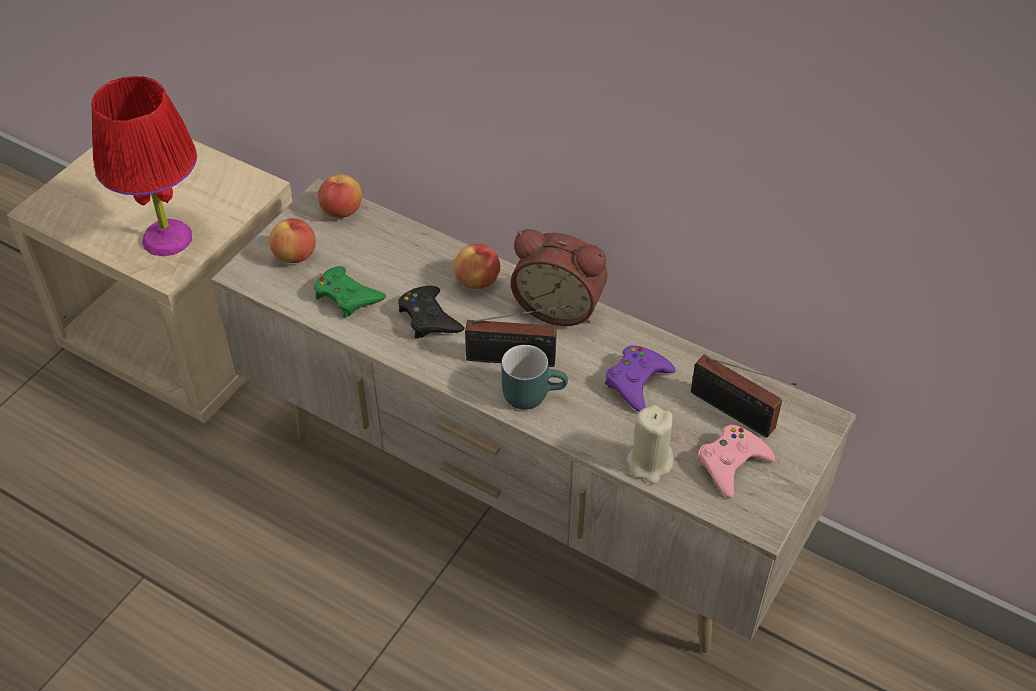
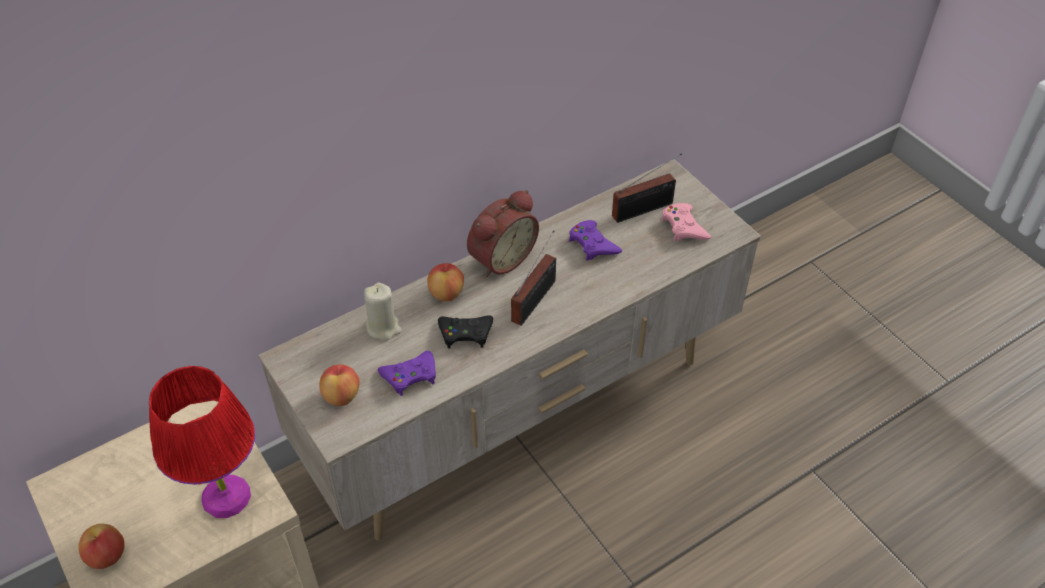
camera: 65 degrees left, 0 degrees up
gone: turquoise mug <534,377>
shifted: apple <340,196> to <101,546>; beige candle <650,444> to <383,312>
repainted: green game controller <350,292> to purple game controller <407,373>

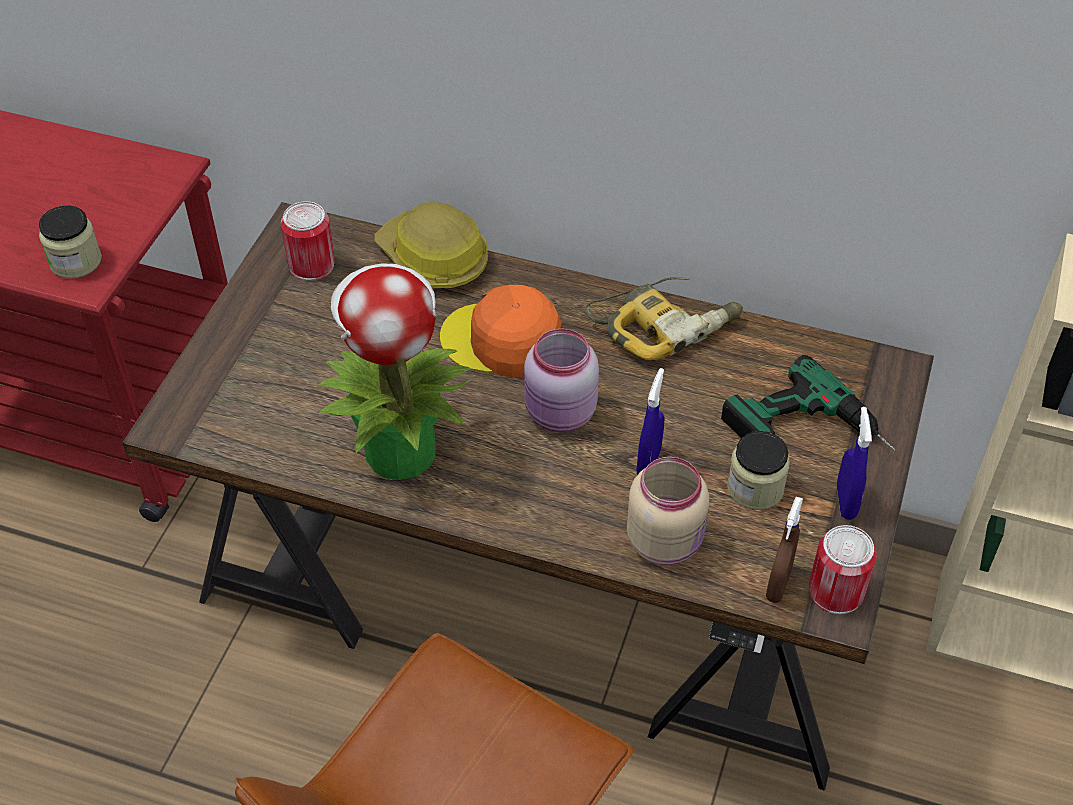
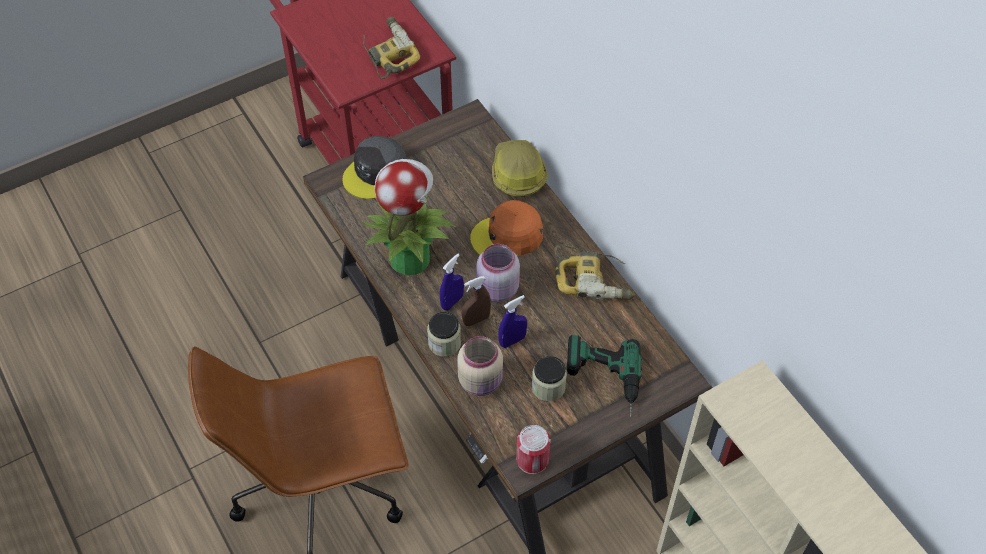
camera: 40 degrees right, 5 degrees up
gone: can <308,241>
new: power drill <391,48>; grey cap <374,167>
shifted: jar <70,242> to <444,334>; blue spray bottle <854,463> to <452,281>; brown spray bottle <784,550> to <476,301>
rotated: orange cap <501,331> = <506,228> 75 degrees counterclockwise

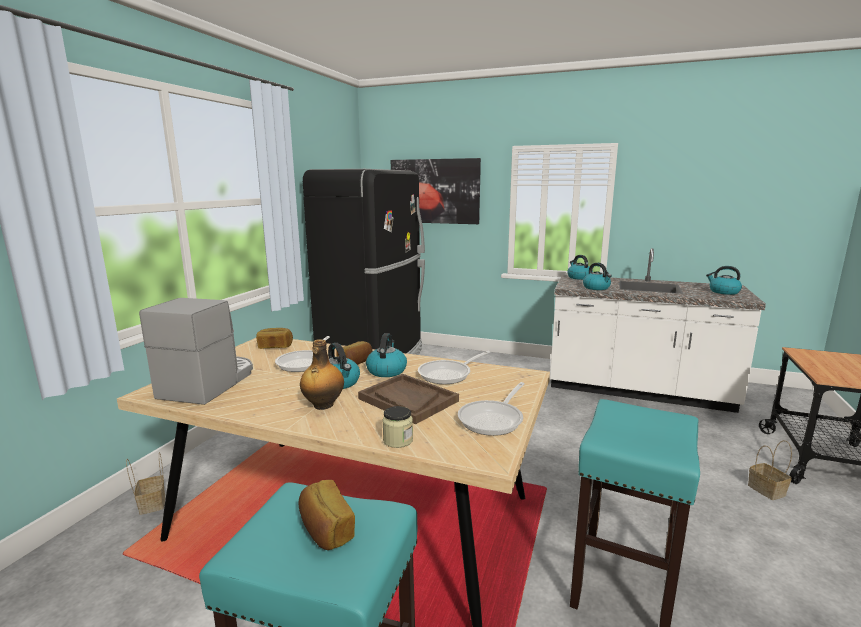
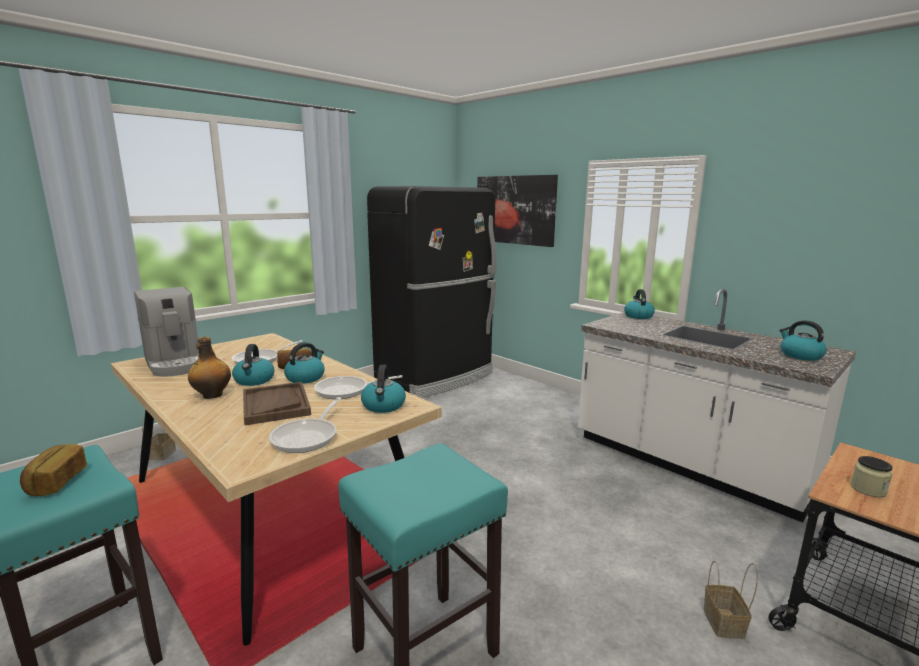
camera: 25 degrees right, 0 degrees up
gone: bread <274,338>
shifted: kettle <597,276> to <383,389>; jar <397,427> to <872,477>
rotated: coffee machine <196,351> = <166,331> 105 degrees clockwise; frying pan <491,409> = <305,425> 45 degrees counterclockwise

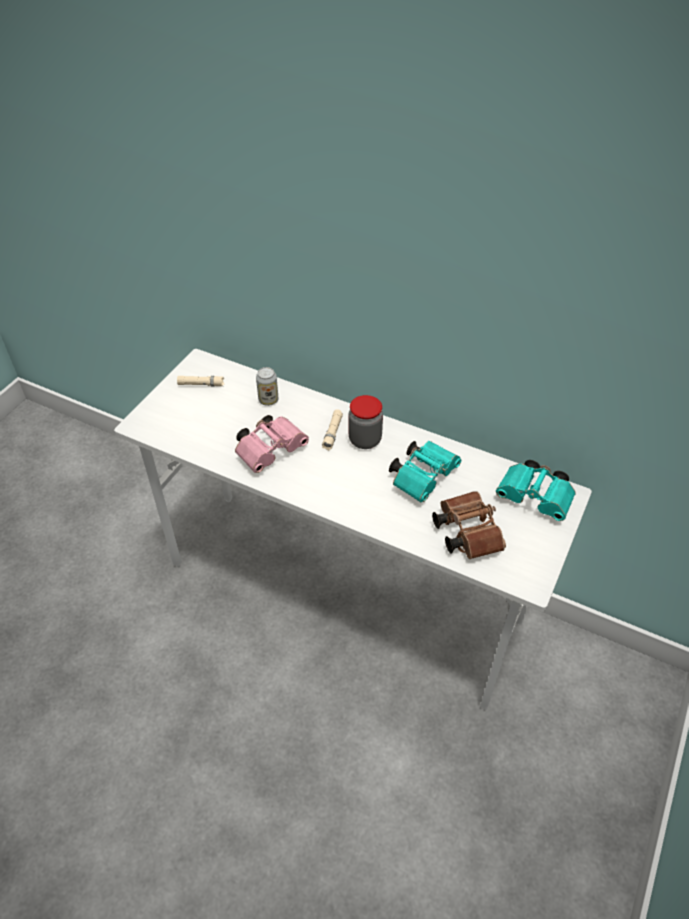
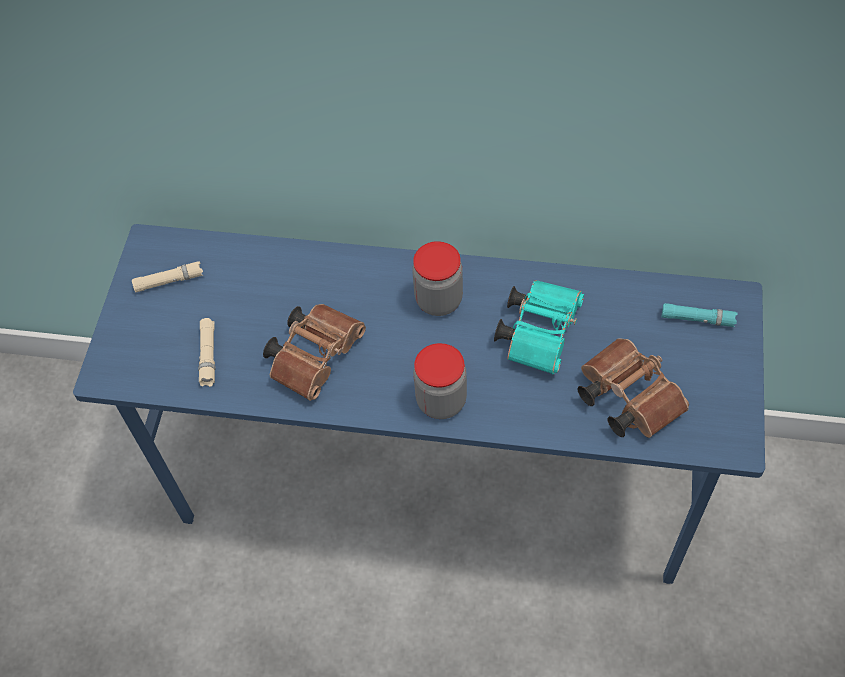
camera: 15 degrees left, 10 degrees up
gone: can <267,386>
new: jar <440,381>
shifted: beige flashlight <332,430> to <206,352>
swapped: turquoise binoculars <536,490> to turquoise flashlight <700,315>
repainted: white desk <353,529> to blue desk <419,404>; pink binoculars <272,444> to brown binoculars <314,352>

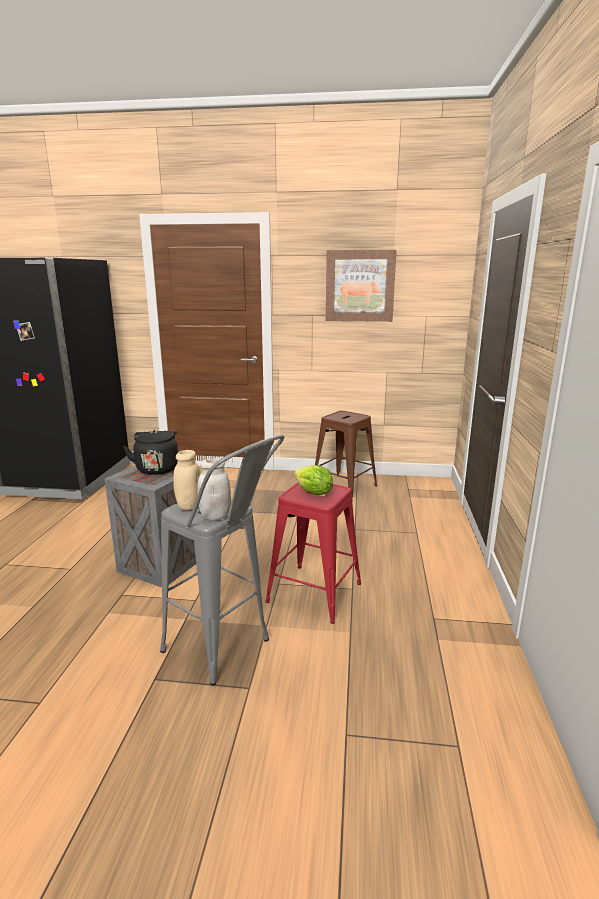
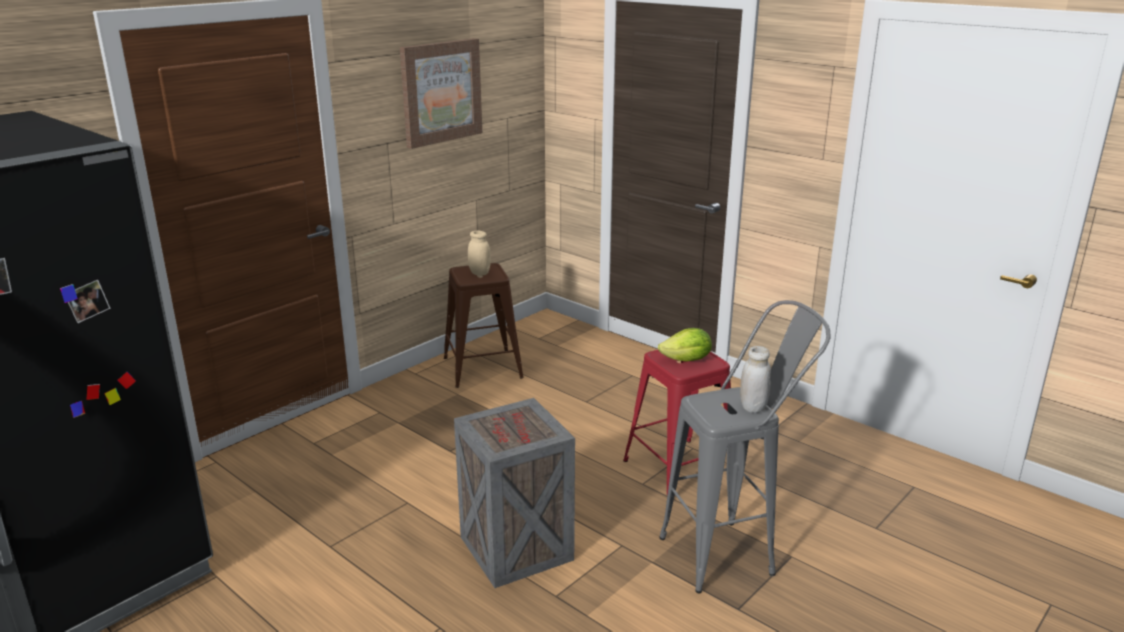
camera: 55 degrees left, 5 degrees up
gone: black kettle <150,452>
shifted: beige jar <186,480> to <479,253>

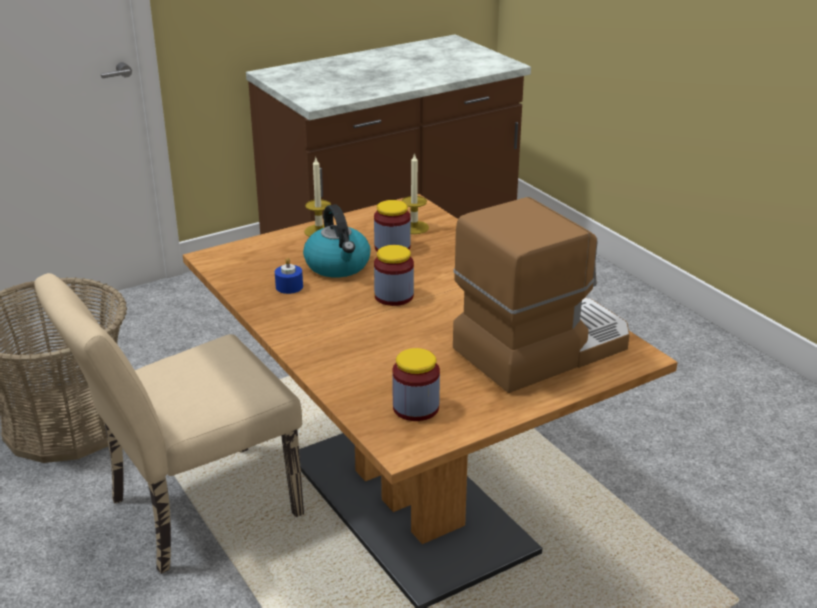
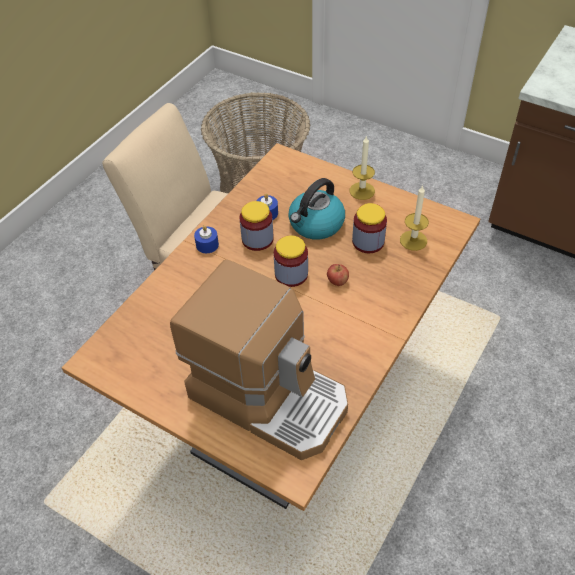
camera: 65 degrees right, 20 degrees up
new: blue candle <206,239>; apple <338,275>
shifted: jar <416,384> to <256,226>

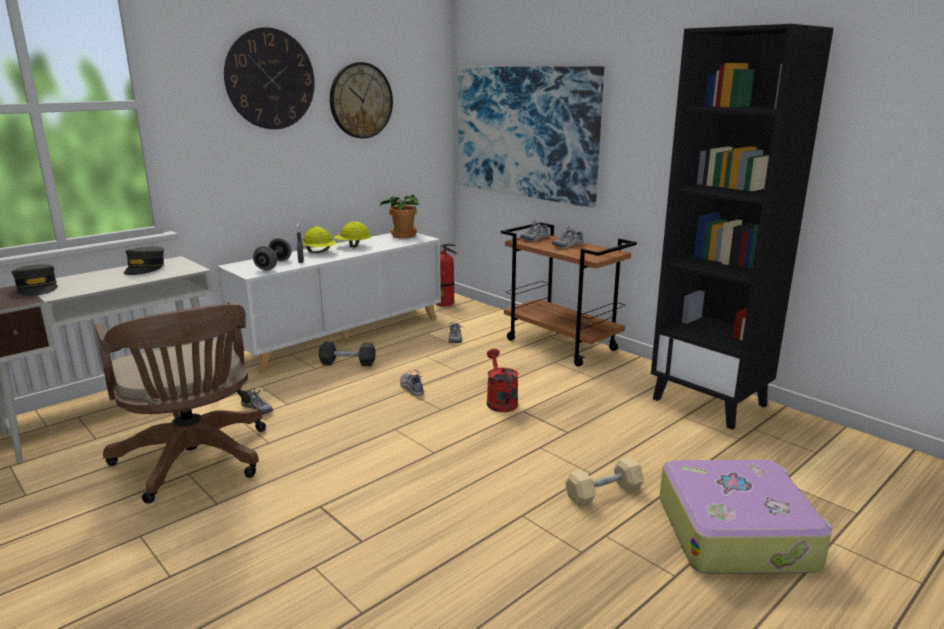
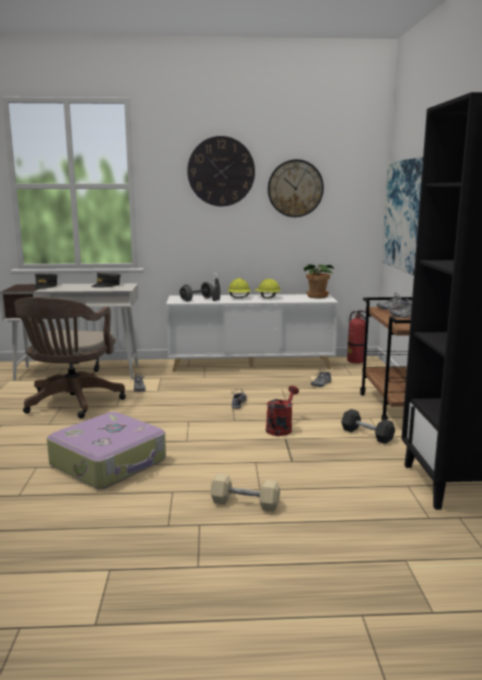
camera: 40 degrees right, 5 degrees down
shifted: grey dumbbell <347,354> to <368,426>; suitcase <745,517> to <106,450>

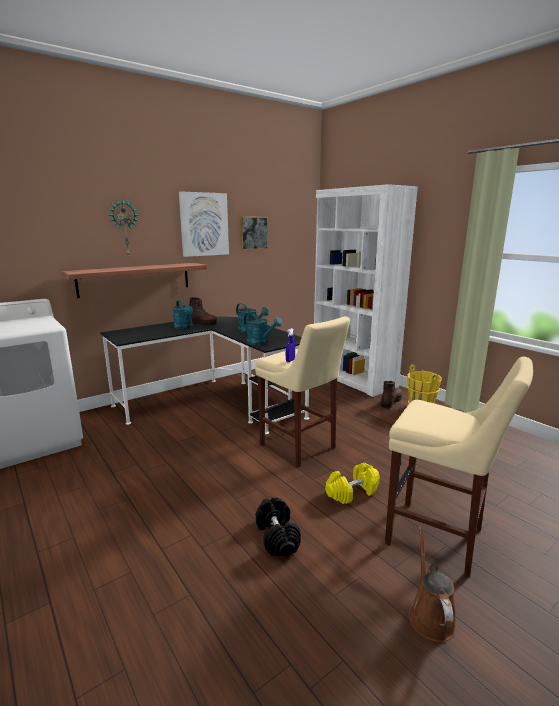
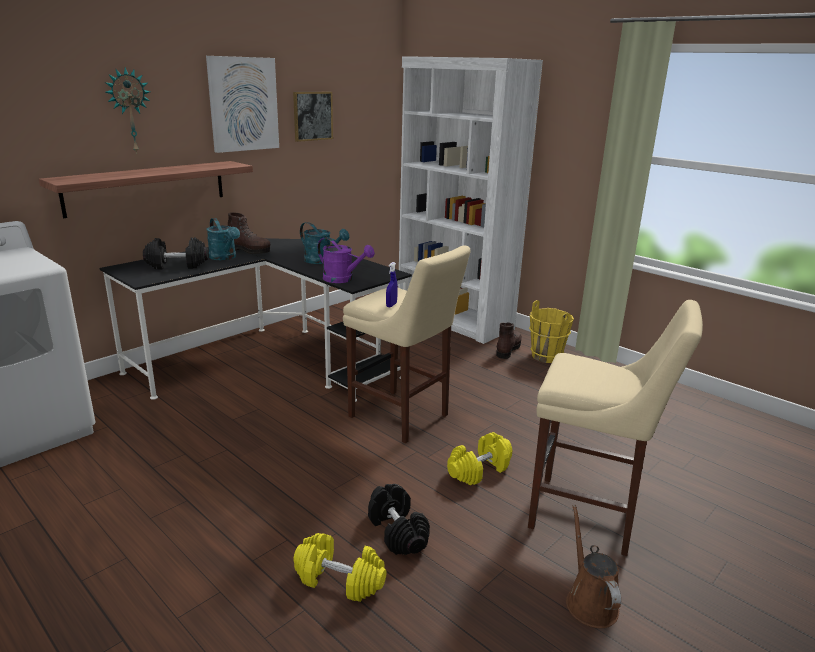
camera: 10 degrees left, 5 degrees up
new: black dumbbell <175,253>; yellow dumbbell <340,567>
repainted: turquoise watering can <263,328> to purple watering can <346,260>

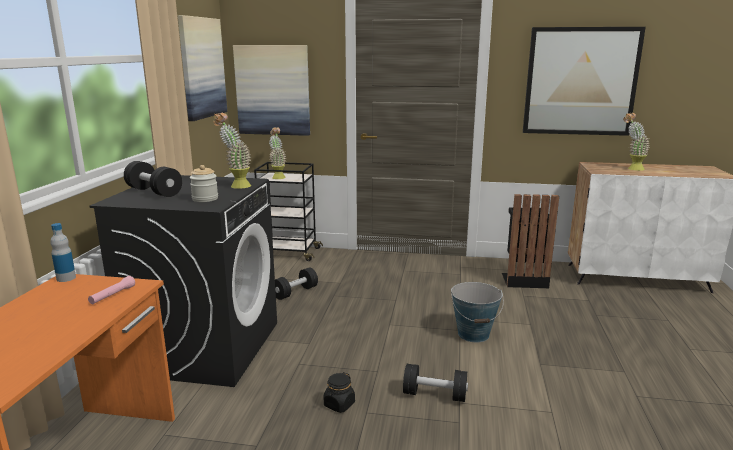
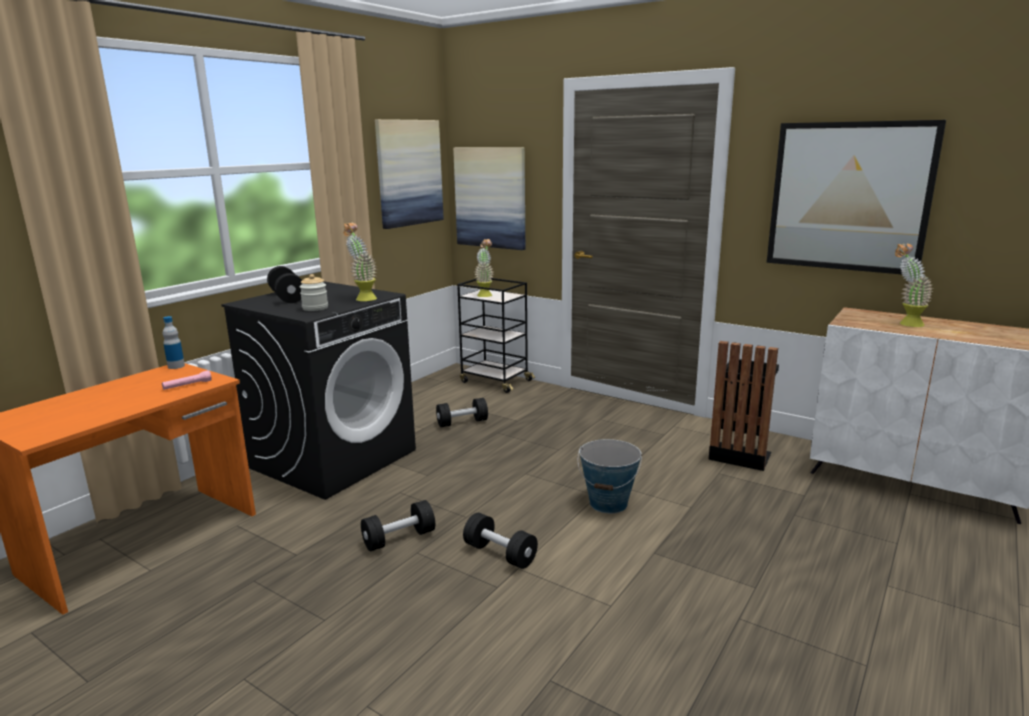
camera: 25 degrees right, 0 degrees up
swapped: black jar <339,392> to black dumbbell <398,525>

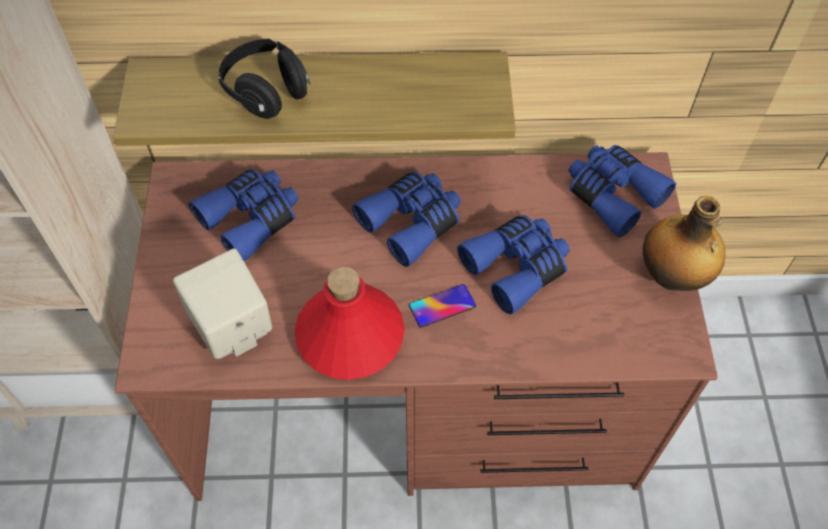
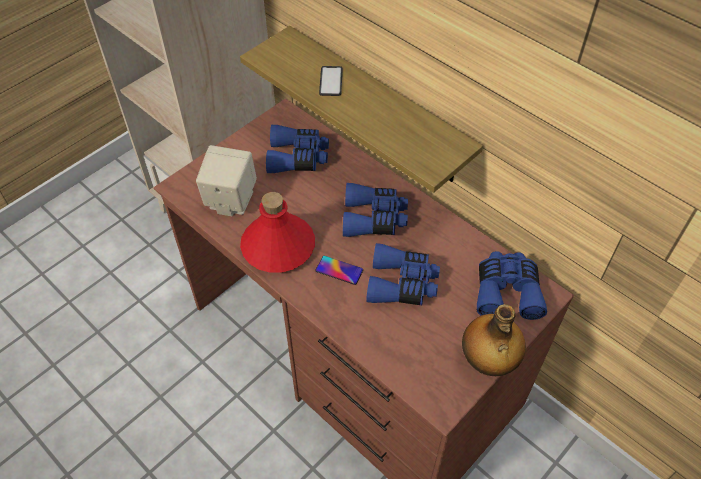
camera: 45 degrees right, 5 degrees down
swapped: black headphones <264,79> to phone <331,81>

